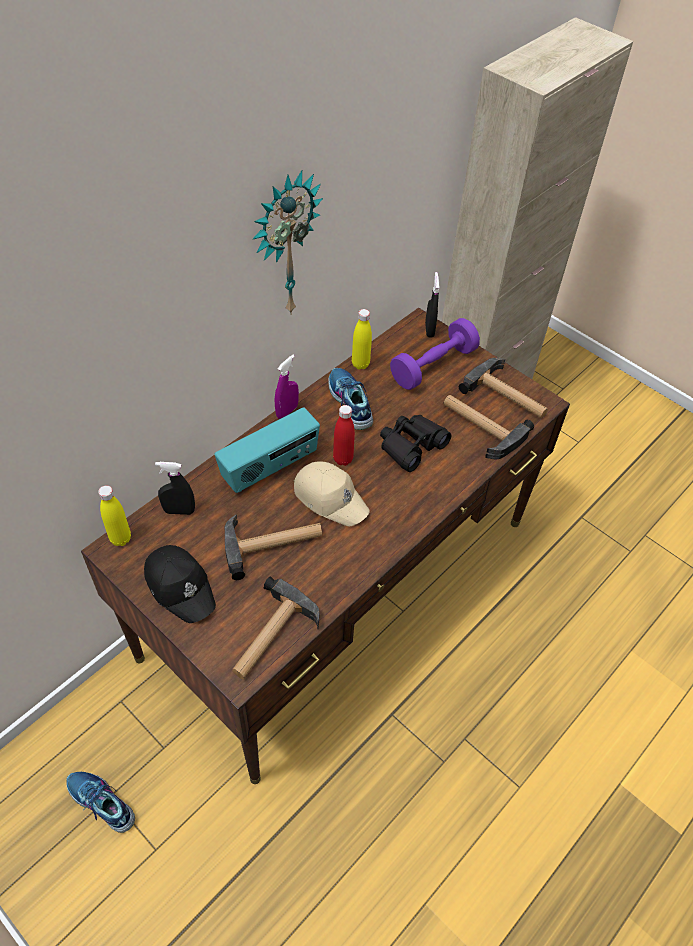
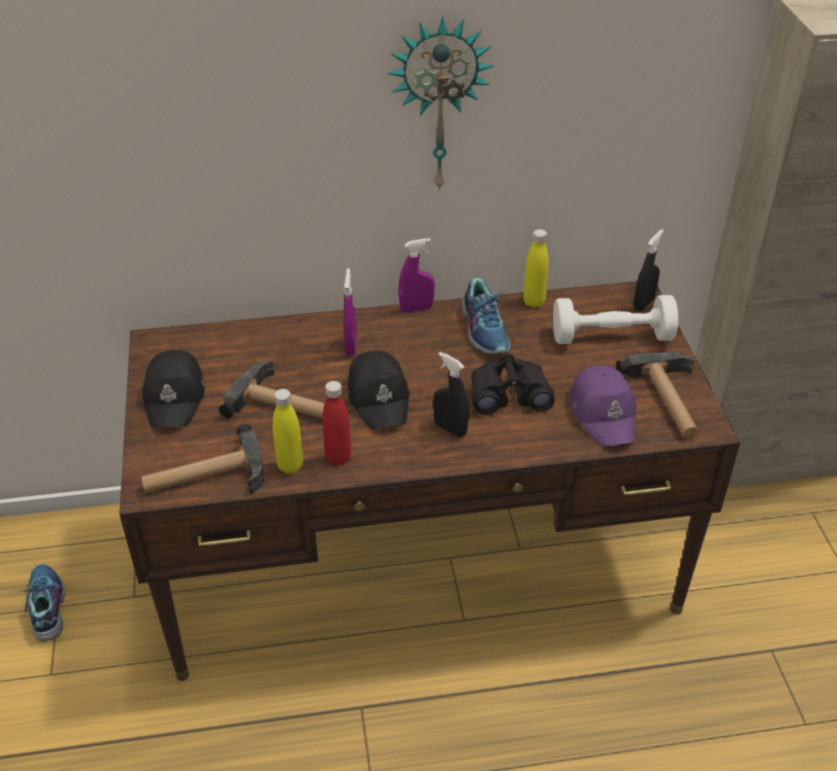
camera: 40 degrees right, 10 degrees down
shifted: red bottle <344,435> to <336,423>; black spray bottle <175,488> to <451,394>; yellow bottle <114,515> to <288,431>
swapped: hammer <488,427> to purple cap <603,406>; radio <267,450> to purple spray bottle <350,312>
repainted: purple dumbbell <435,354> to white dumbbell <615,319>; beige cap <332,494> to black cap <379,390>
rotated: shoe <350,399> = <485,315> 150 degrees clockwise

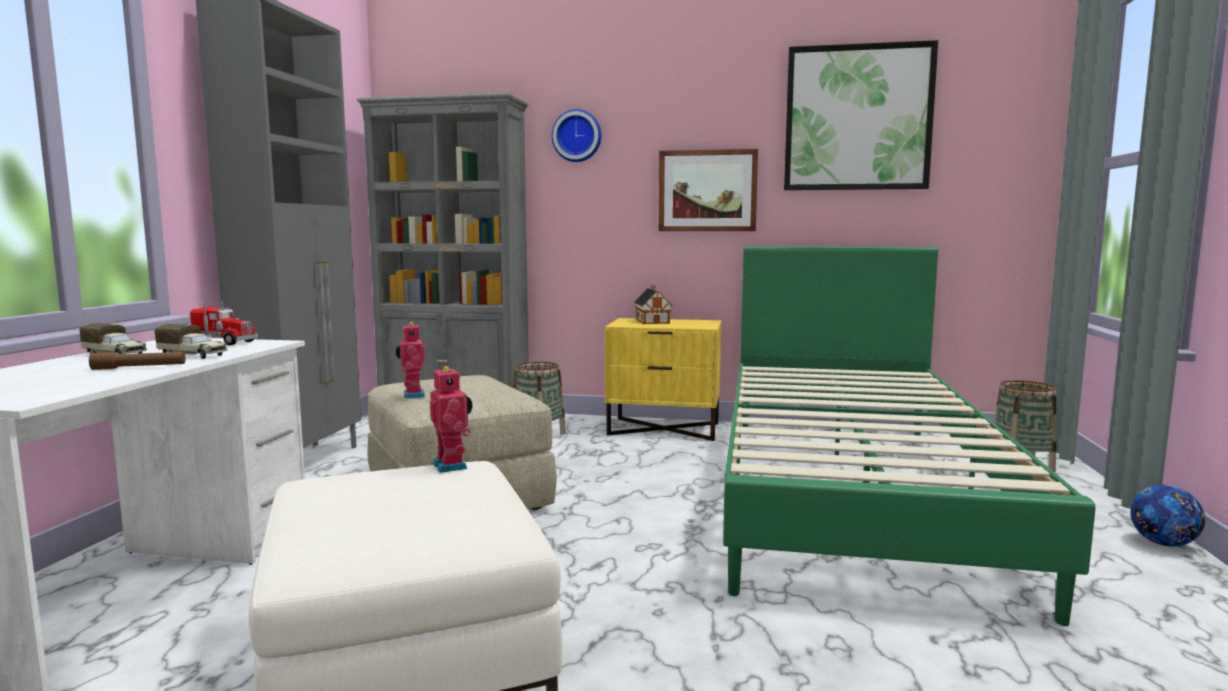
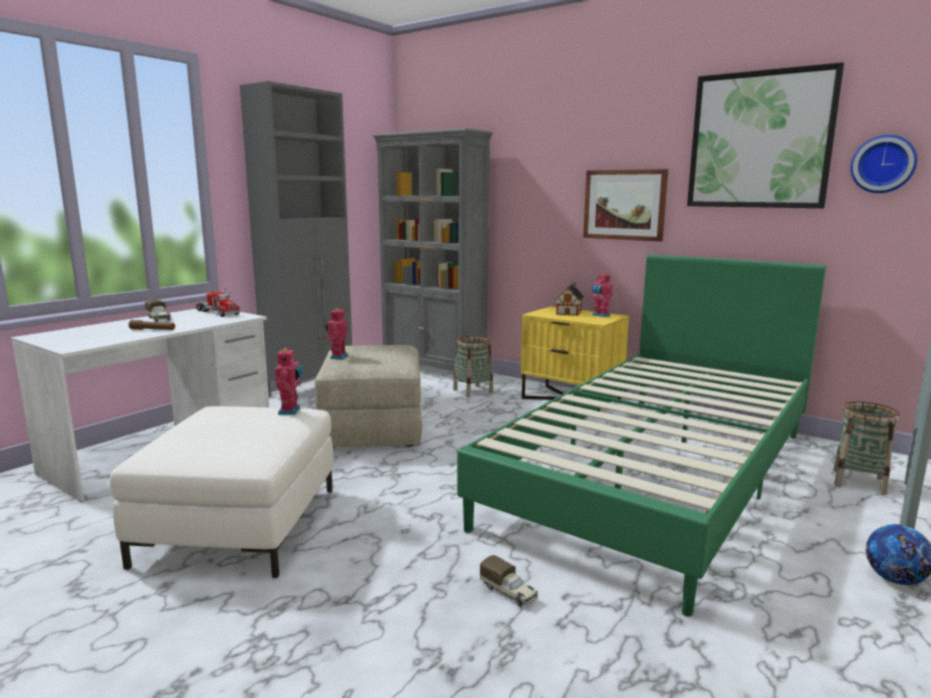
camera: 25 degrees right, 5 degrees up
new: toy robot <601,294>
shifted: wall clock <576,135> to <884,164>; toy truck <191,341> to <509,581>

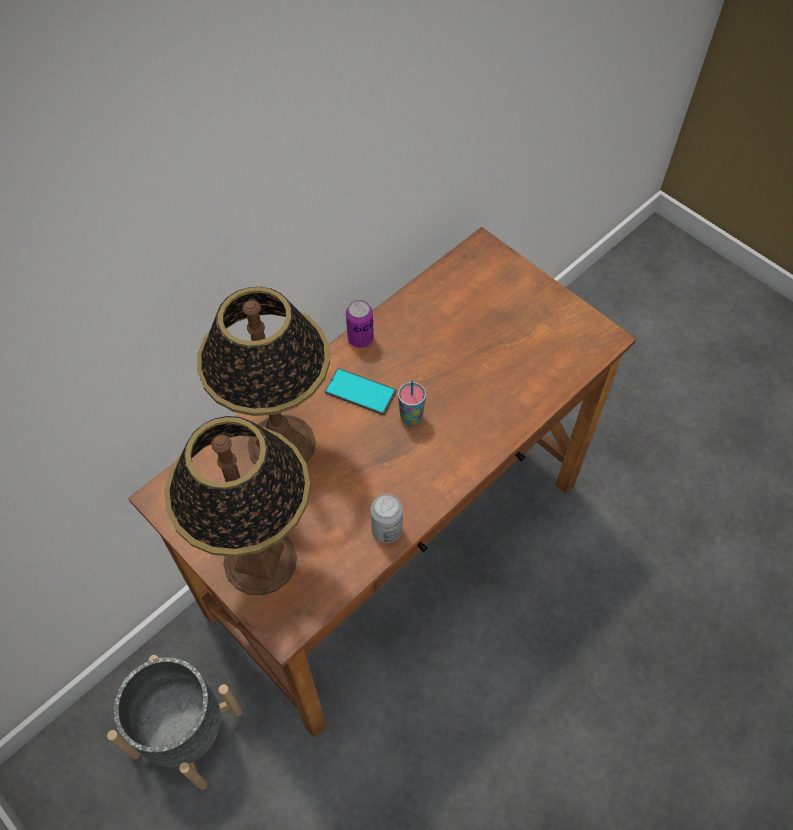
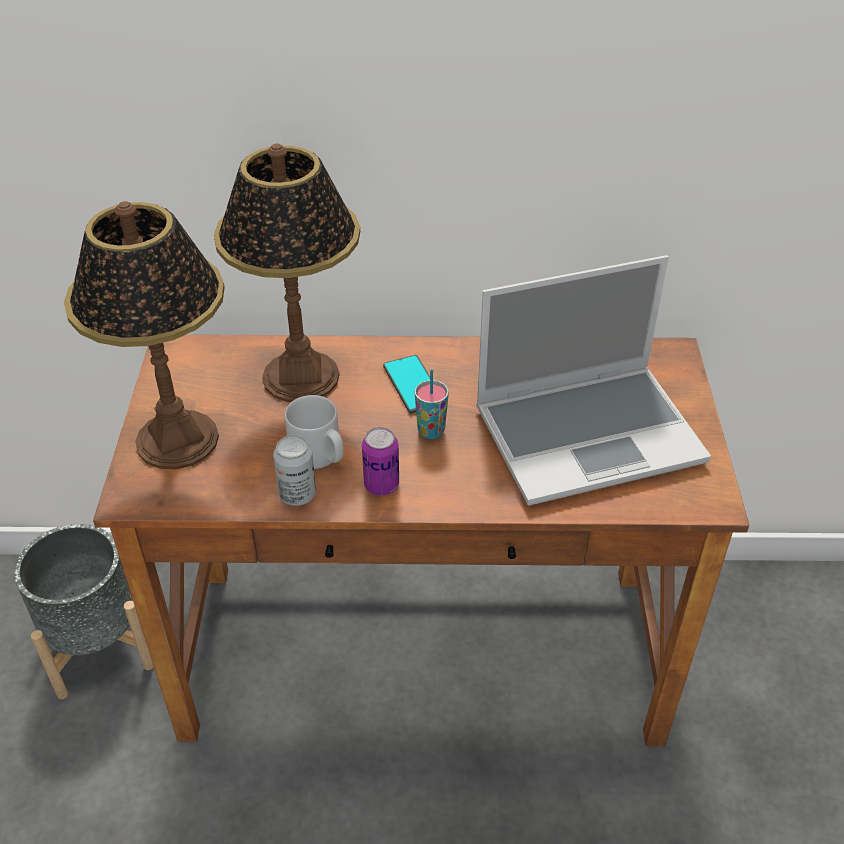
camera: 45 degrees right, 15 degrees down
new: laptop <593,380>; grey mug <314,432>
shifted: can <360,324> to <380,461>

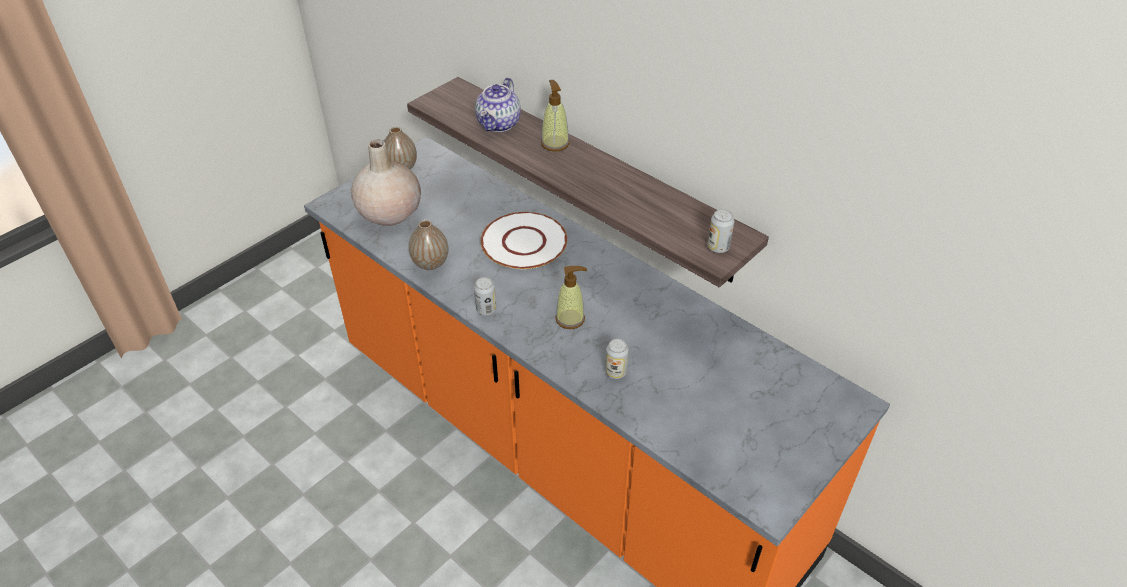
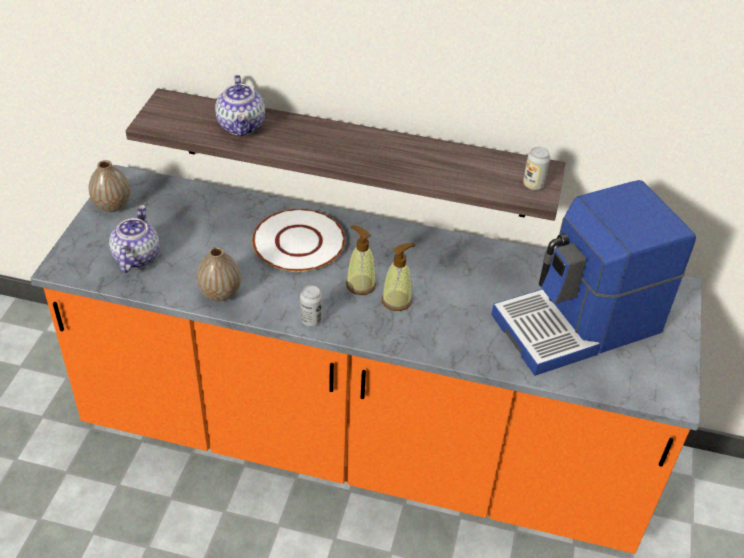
camera: 30 degrees left, 0 degrees up
gone: can <617,359>
new: coffee machine <593,278>
shifted: soap dispenser <555,115> to <361,260>
swapped: beige vase <386,182> to teapot <134,239>

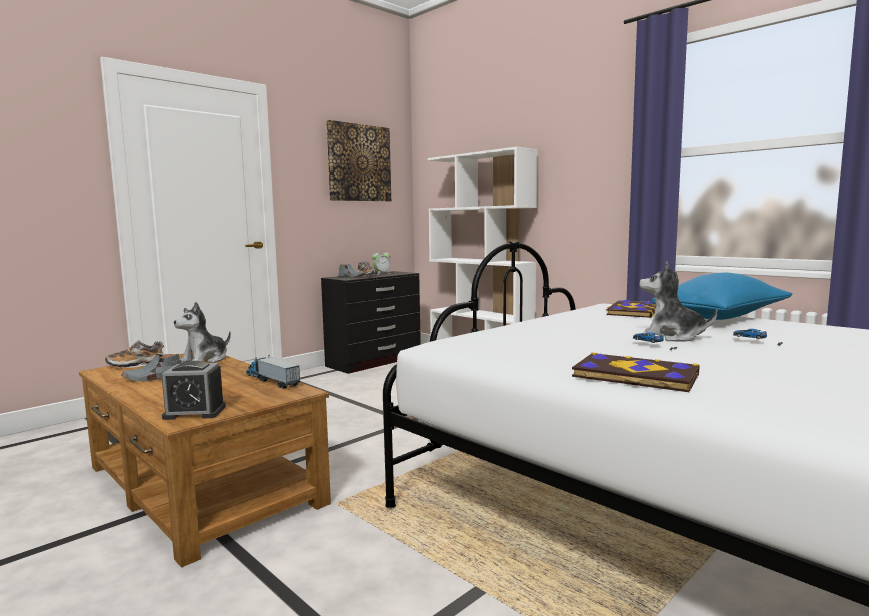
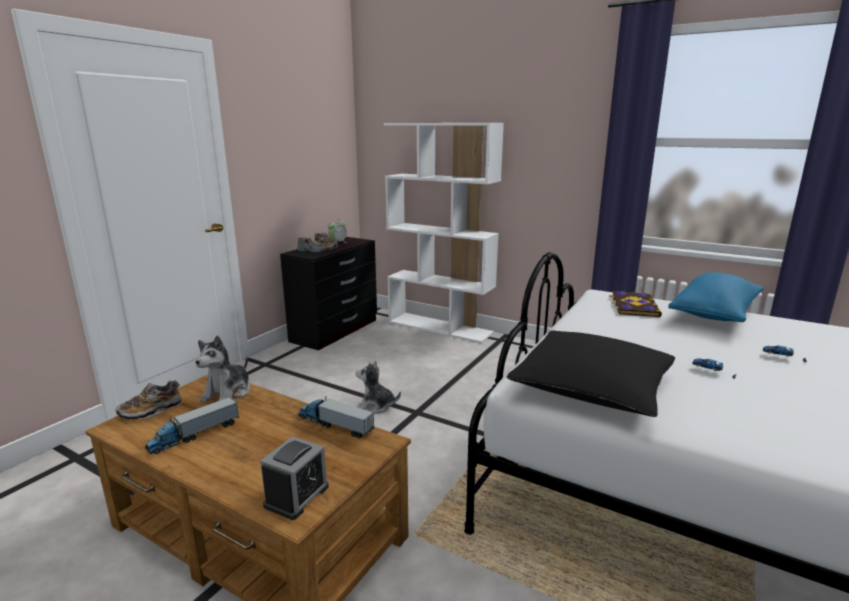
camera: 15 degrees left, 10 degrees up
gone: picture <358,160>; book <635,372>
new: black pillow <591,373>
shifted: plush toy <678,301> to <378,387>
swapped: grey shoe <151,367> to toy truck <192,425>
rotated: alarm clock <194,390> = <294,478> 45 degrees counterclockwise

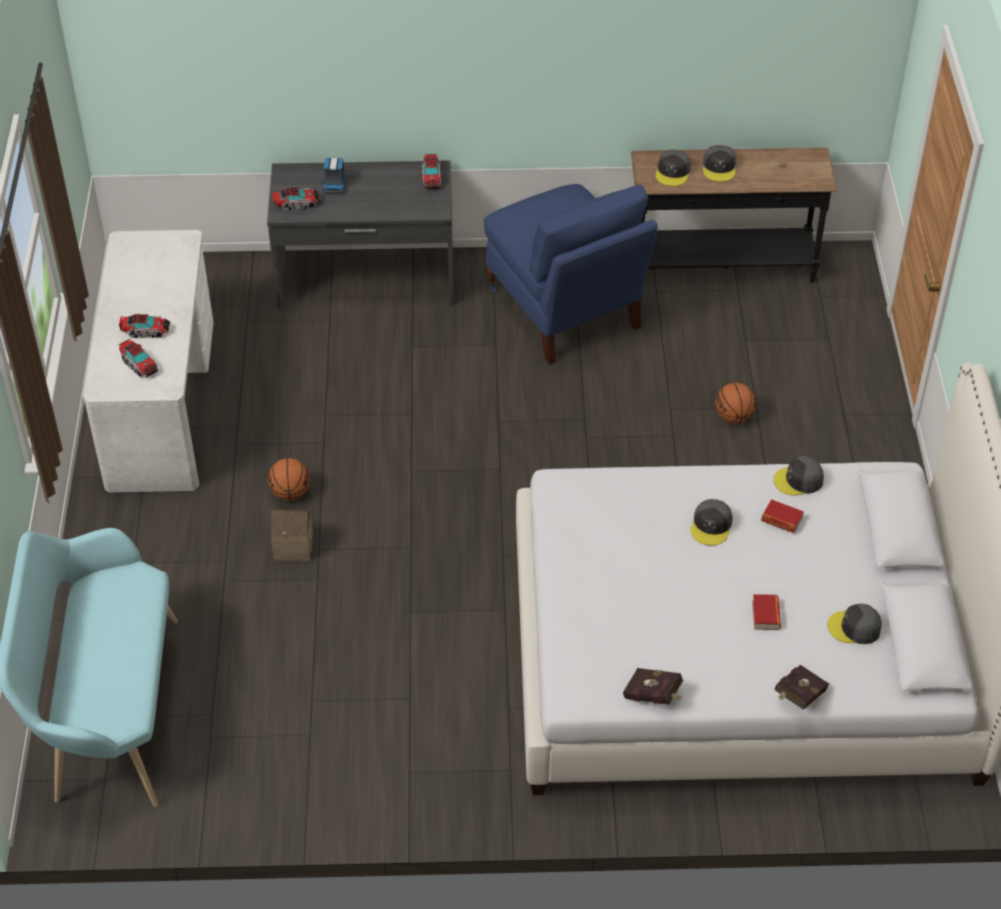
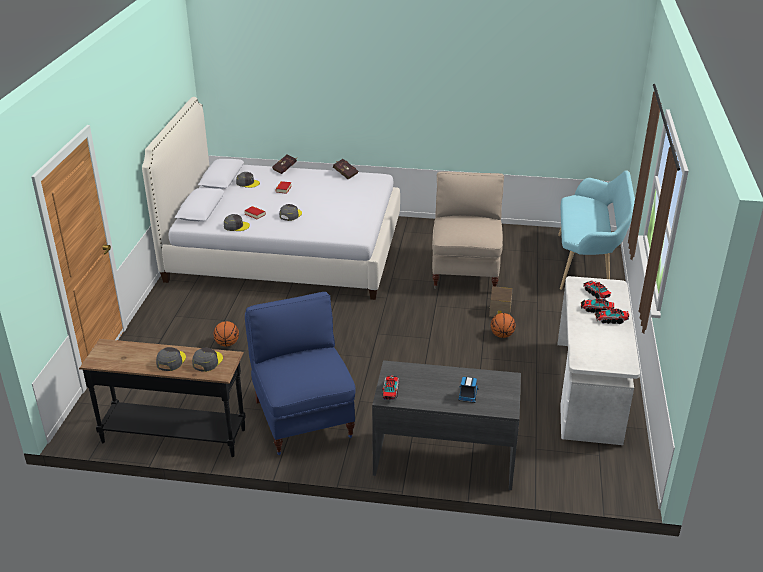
camera: 170 degrees left, 15 degrees down
new: beige chair <468,230>
shifted: toy truck <296,199> to <612,316>

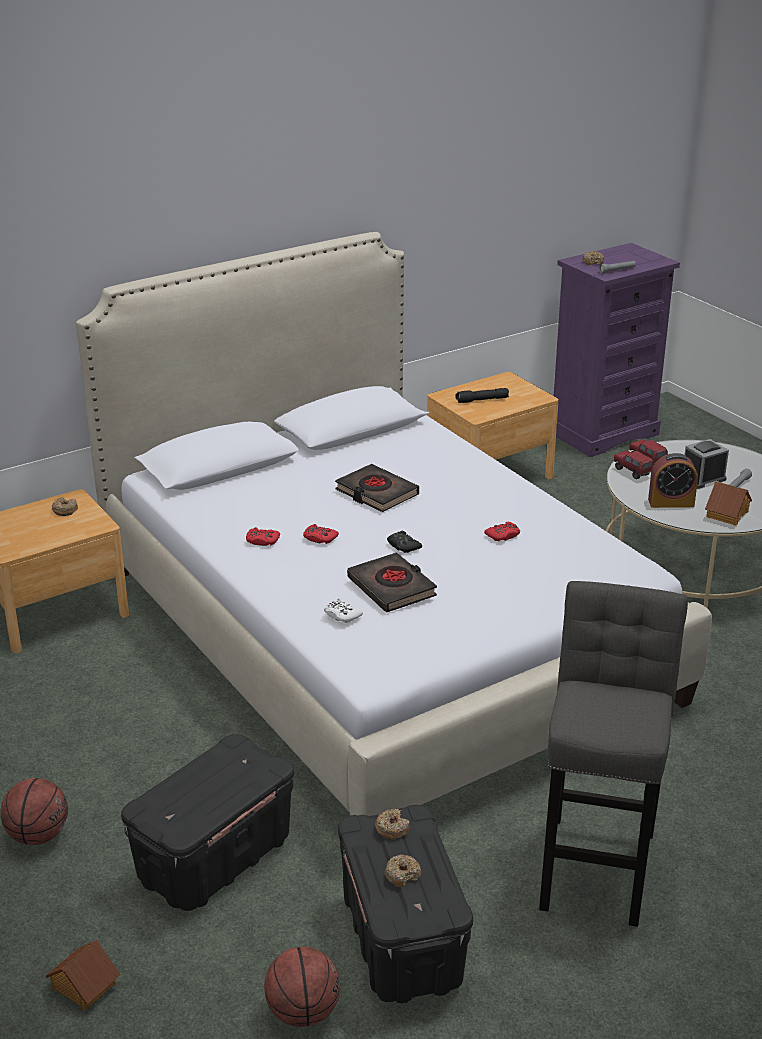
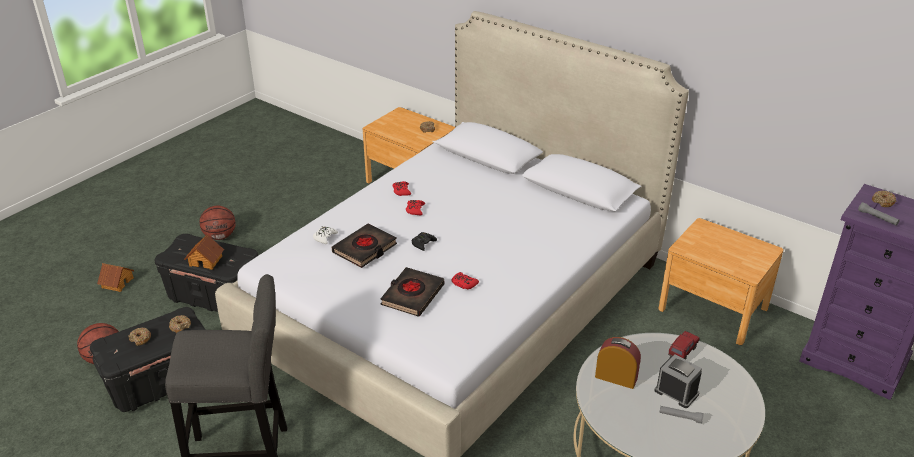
camera: 70 degrees right, 5 degrees up
gone: black flashlight <482,395>; toy truck <634,464>
shifted: black book <377,488> to <412,292>; toy house <728,503> to <204,252>
rotated: alarm clock <673,480> = <618,363> 135 degrees clockwise

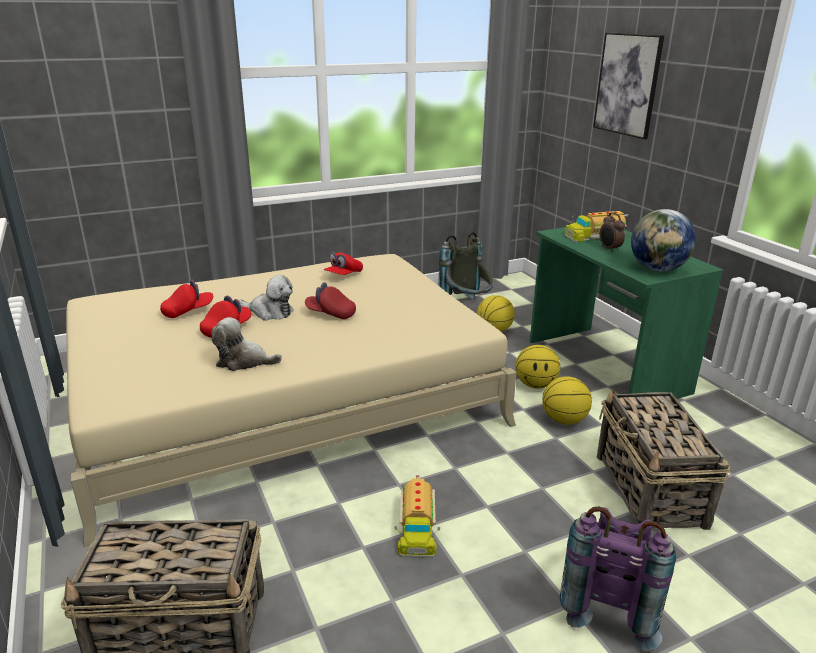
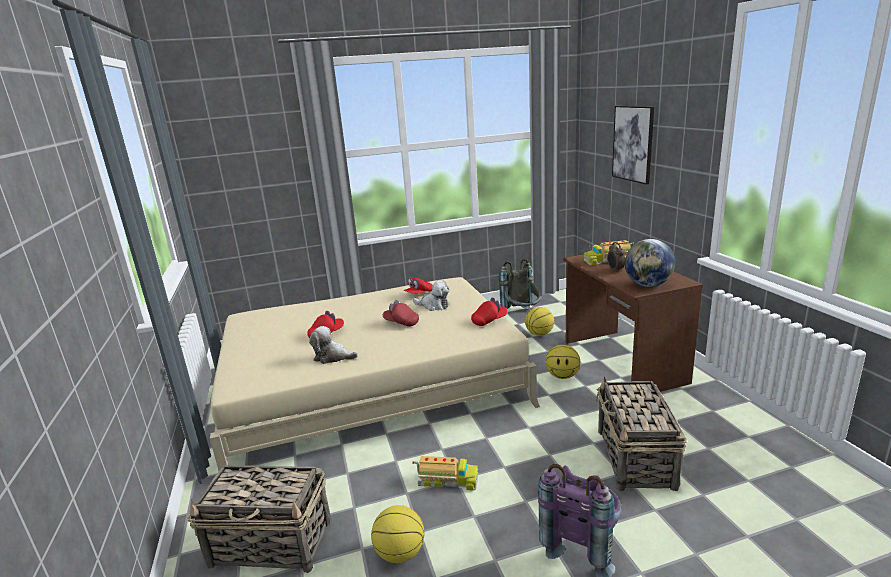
camera: 10 degrees right, 5 degrees down
shifted: plush toy <266,298> to <431,295>; red cap <186,299> to <489,312>; basketball <567,400> to <398,534>
repainted: green desk <627,313> to brown desk <633,323>
rotated: toy truck <417,516> = <445,473> 90 degrees counterclockwise

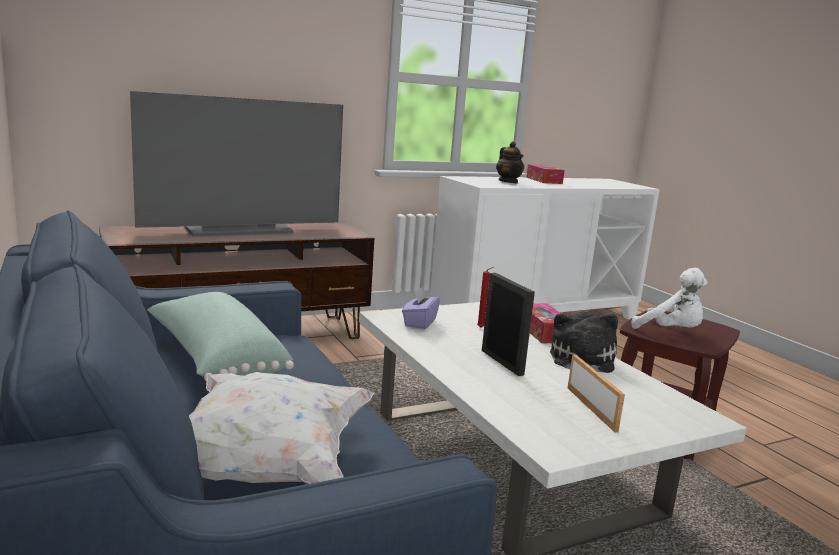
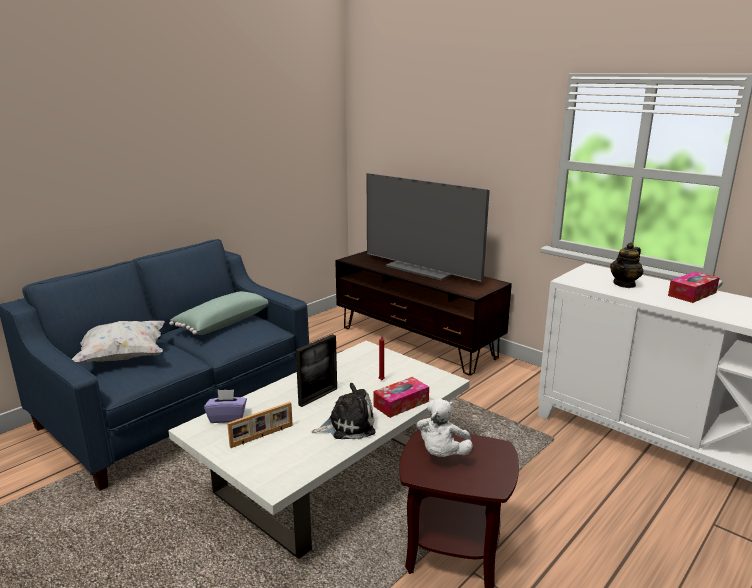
camera: 70 degrees right, 5 degrees up
shifted: purple tissue box <421,308> to <225,406>

